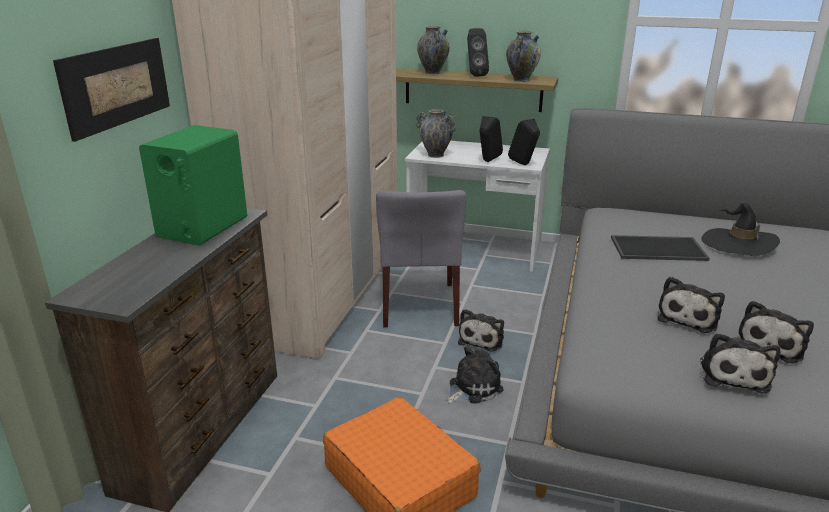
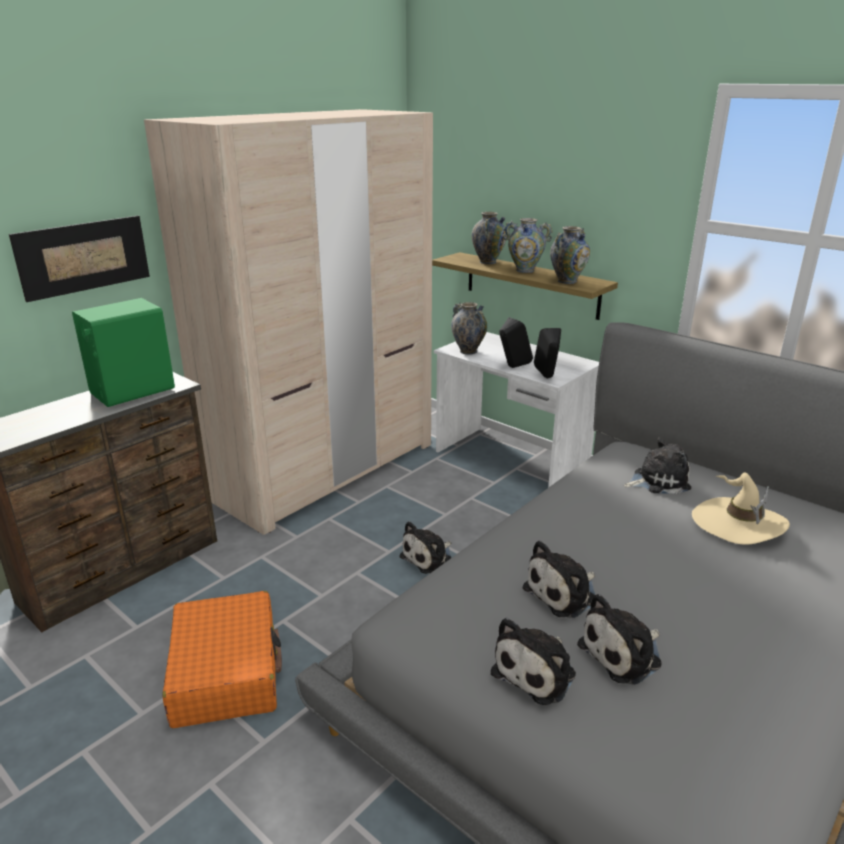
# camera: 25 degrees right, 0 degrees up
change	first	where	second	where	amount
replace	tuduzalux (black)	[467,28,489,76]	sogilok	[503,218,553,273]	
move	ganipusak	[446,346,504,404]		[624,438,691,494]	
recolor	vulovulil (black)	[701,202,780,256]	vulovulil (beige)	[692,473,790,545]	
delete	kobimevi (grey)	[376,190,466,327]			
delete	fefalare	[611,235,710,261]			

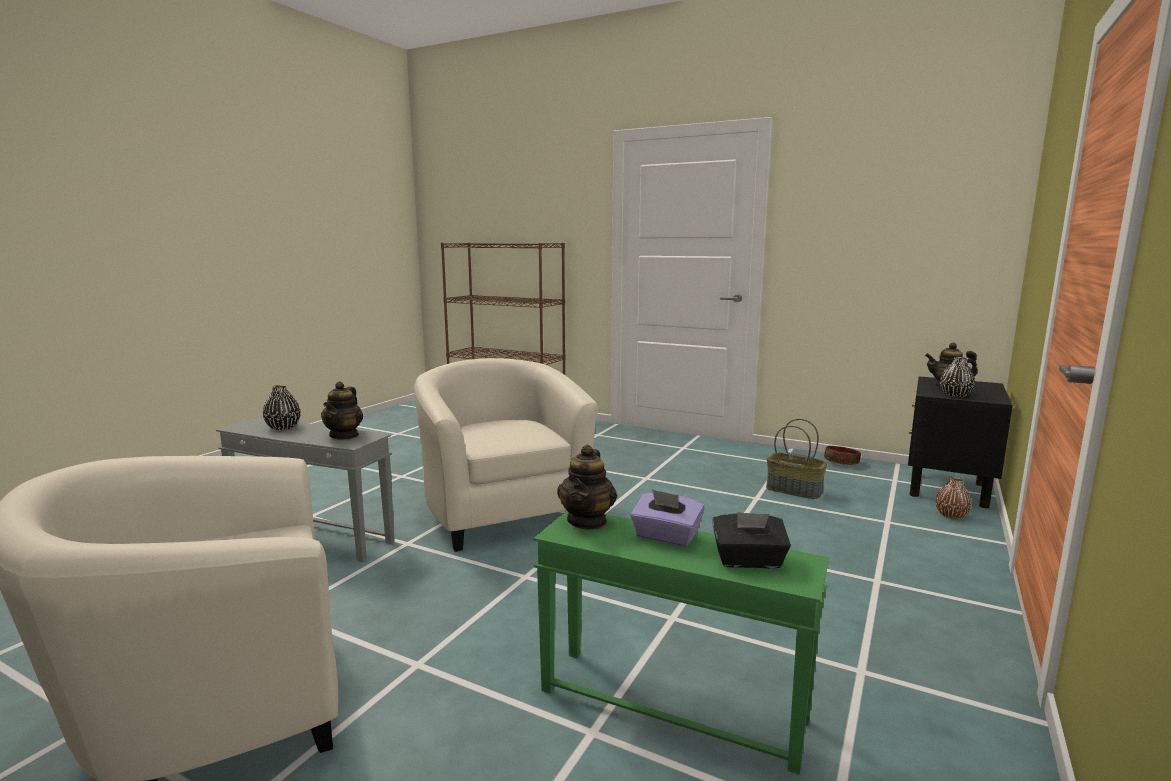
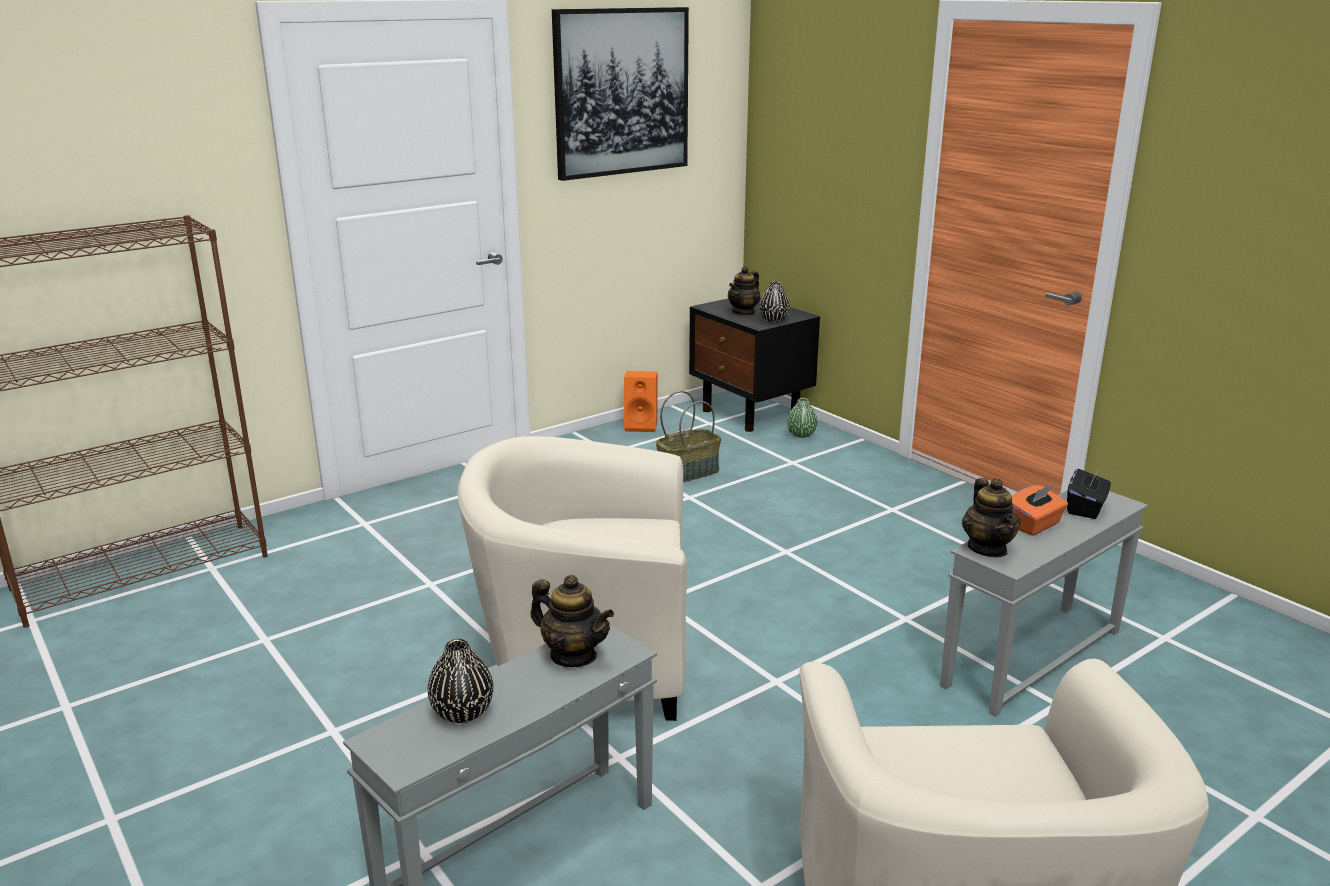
# camera: 65 degrees left, 10 degrees up
change	first	where	second	where	amount
insert			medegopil	[552,7,689,181]	
replace	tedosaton	[824,446,861,465]	tuduzalux (orange)	[624,371,658,432]	
recolor	sogilok (brown)	[935,477,971,519]	sogilok (green)	[787,398,818,438]	
recolor	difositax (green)	[533,511,829,775]	difositax (grey)	[940,490,1148,717]	
rotate	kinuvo	[557,445,617,530]		[962,478,1021,558]	45 degrees clockwise
recolor	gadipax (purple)	[630,489,704,547]	gadipax (orange)	[1012,484,1068,536]	

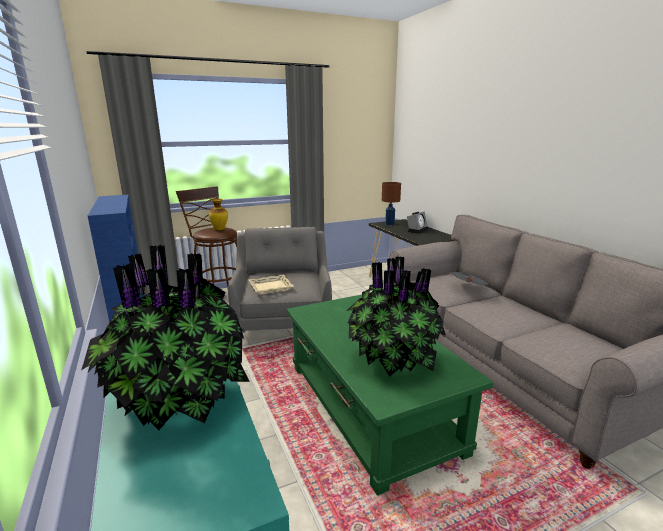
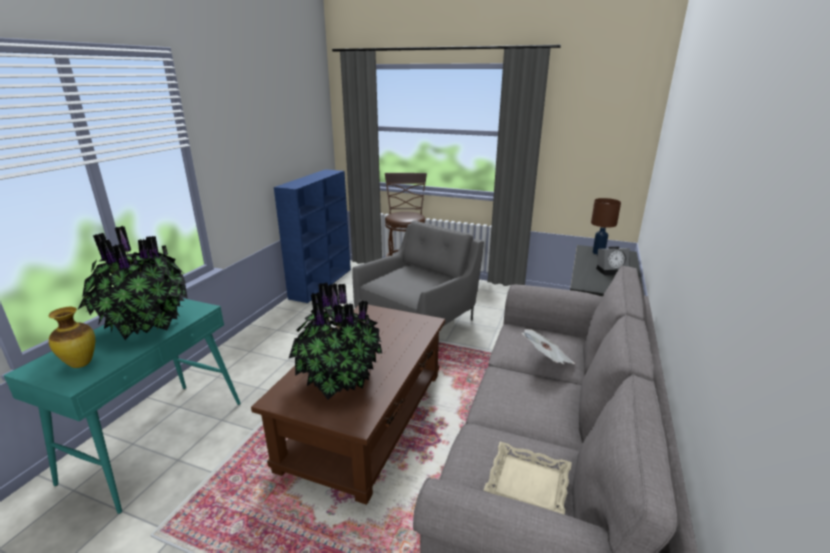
# camera: 45 degrees right, 5 degrees up
change	first	where	second	where	amount
move	sogilok	[209,199,228,230]		[49,307,95,368]	
recolor	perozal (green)	[286,293,493,496]	perozal (brown)	[251,305,445,505]	
move	fefalare (beige)	[249,275,294,295]		[484,442,572,515]	

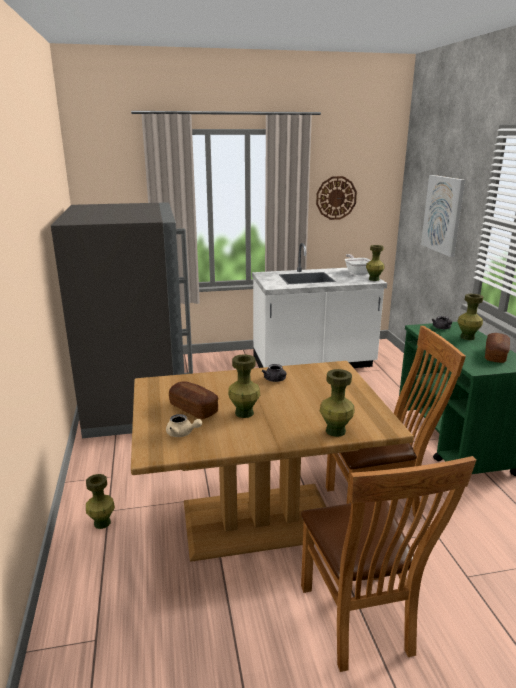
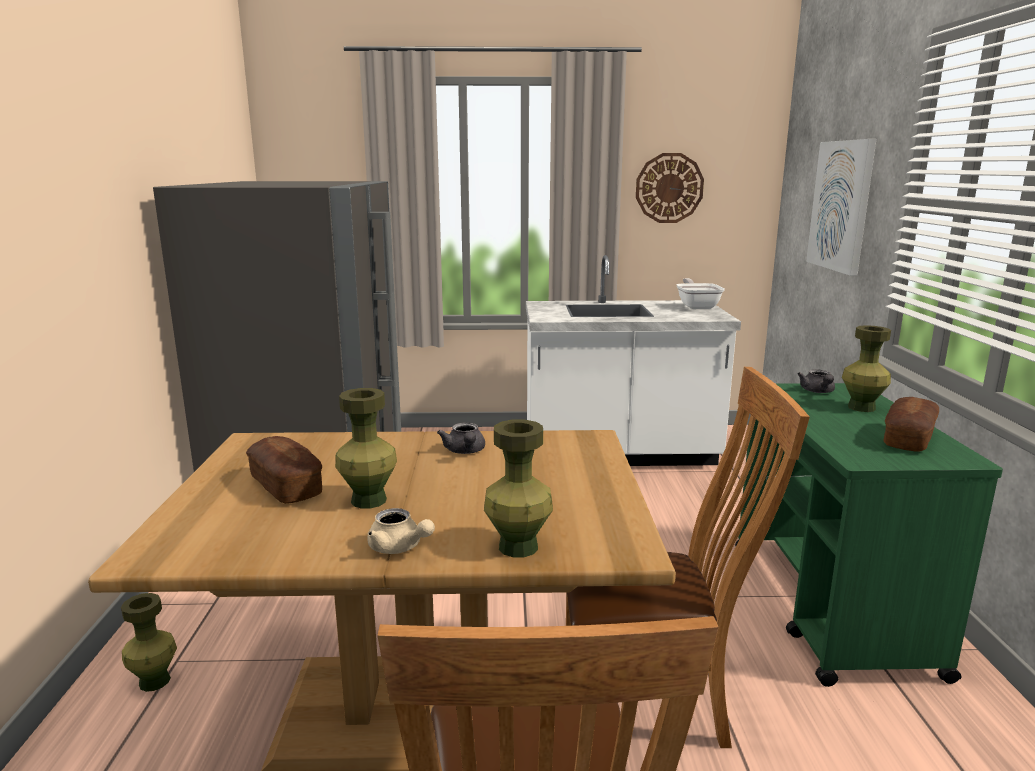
# camera: 10 degrees right, 5 degrees down
change	first	where	second	where	amount
move	kinuvo (beige)	[166,414,202,437]		[367,508,435,554]	
delete	sogilok (green)	[366,245,385,281]			

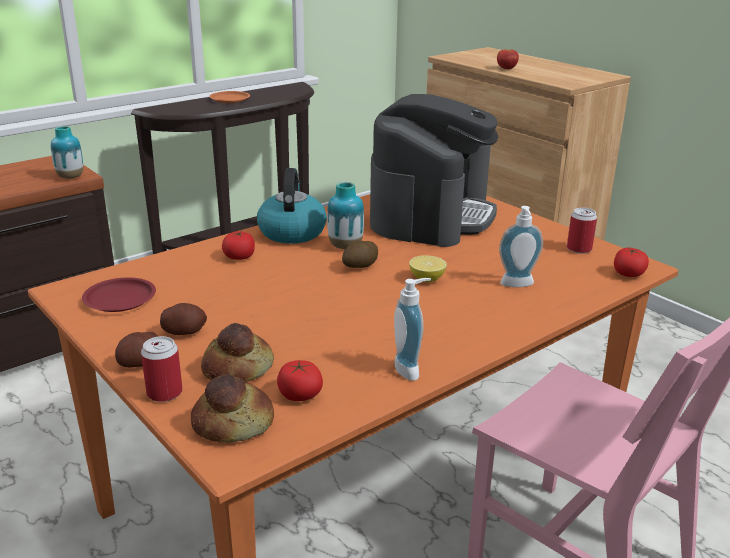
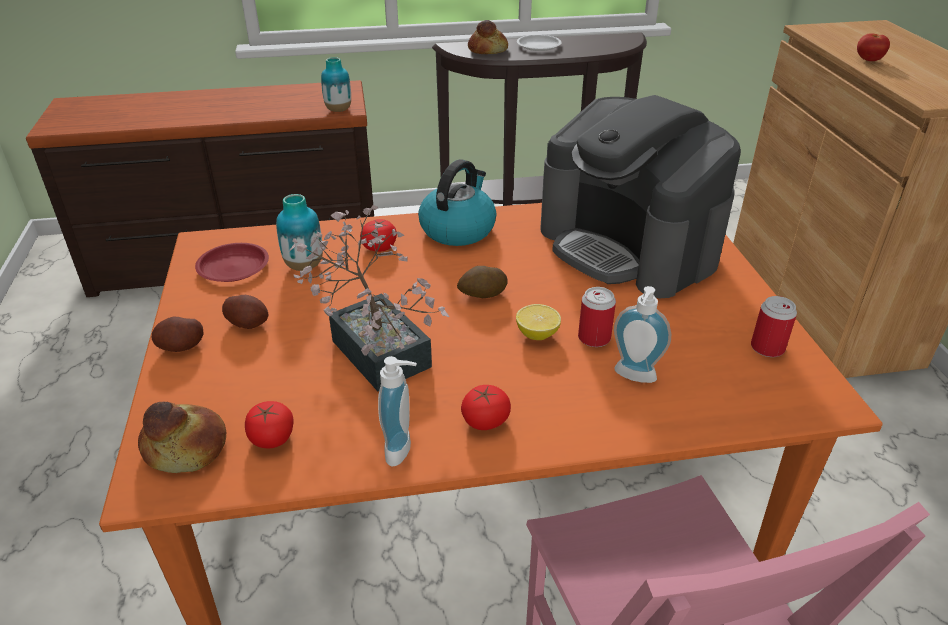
# camera: 30 degrees right, 10 degrees up
change	first	where	second	where	amount
move	sogilok	[327,182,364,249]		[276,194,323,271]	
insert			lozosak	[289,205,450,391]	
move	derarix	[614,248,649,277]		[461,385,511,430]	
move	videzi	[201,323,274,383]		[468,20,508,54]	
recolor	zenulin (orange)	[209,91,250,103]	zenulin (white)	[517,35,562,51]	
rotate	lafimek	[370,94,498,247]		[540,95,741,298]	90 degrees clockwise
move	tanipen	[141,336,183,402]		[578,287,616,347]	

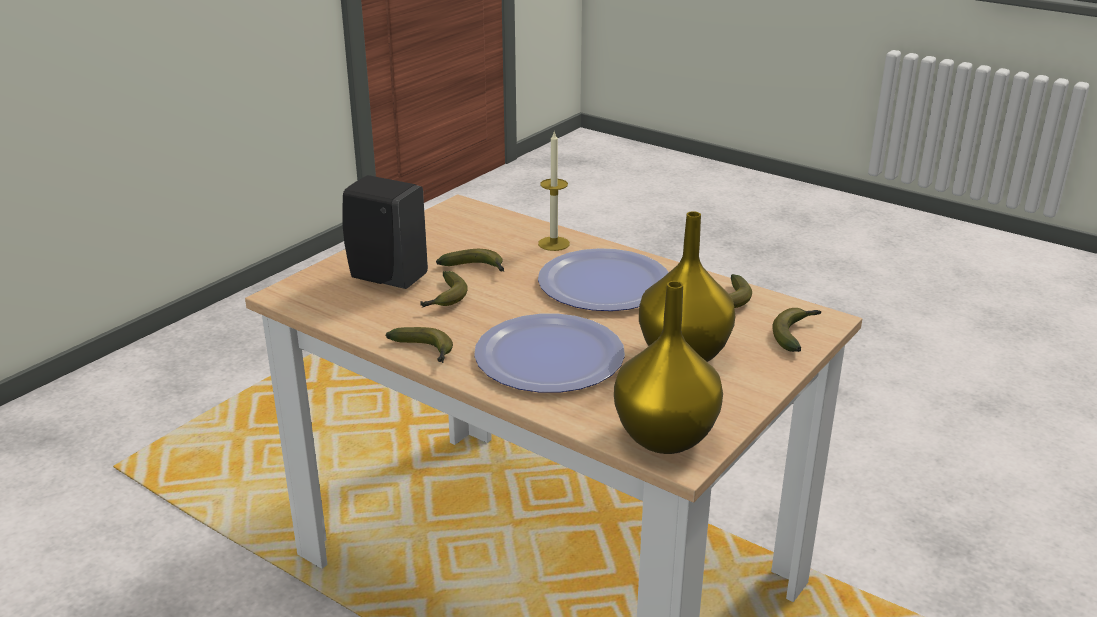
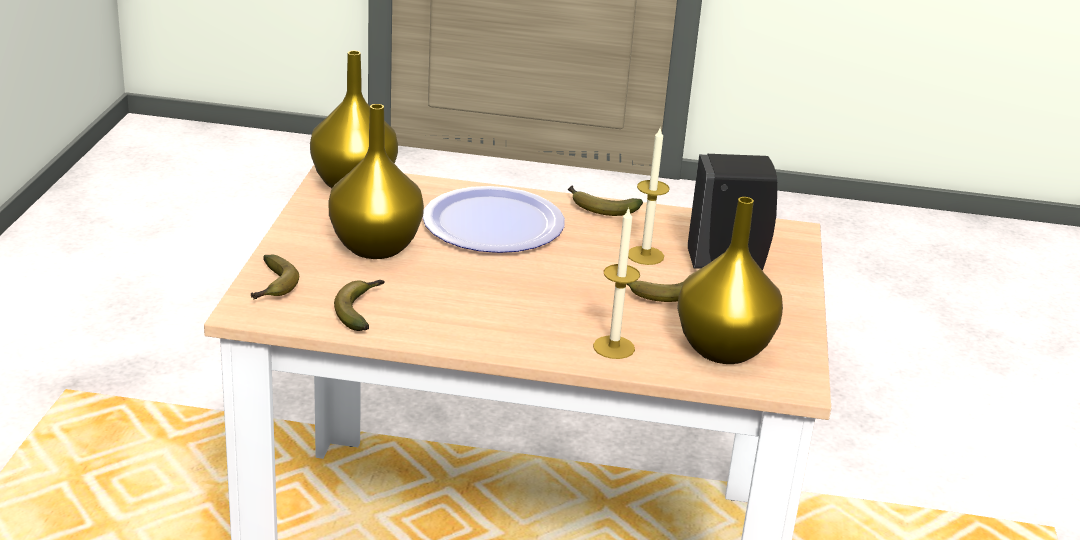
# camera: 150 degrees right, 0 degrees up
change	first	where	second	where	amount
replace	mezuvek	[420,271,468,307]	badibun	[628,126,670,265]	
insert			sogilok (yellow)	[677,197,783,364]	
delete	zenulin	[538,248,669,311]			

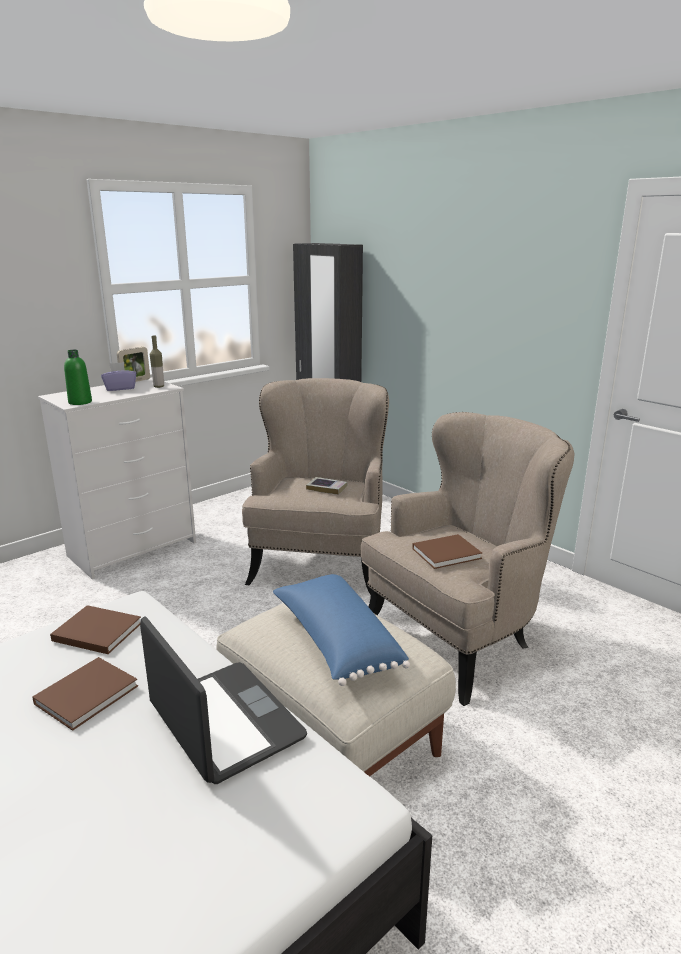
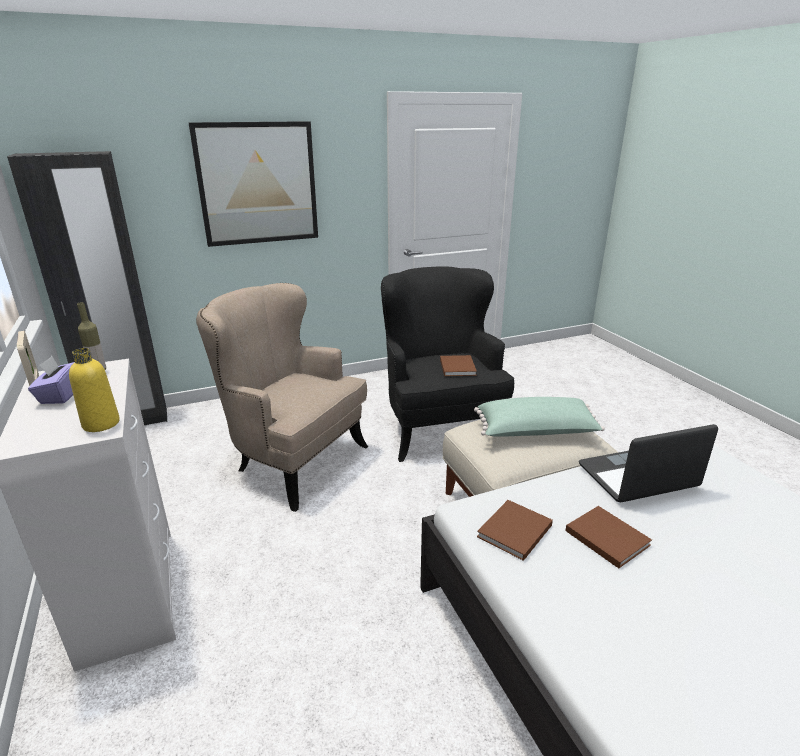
# camera: 70 degrees left, 5 degrees up
change	first	where	second	where	amount
recolor	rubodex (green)	[64,350,92,405]	rubodex (yellow)	[69,348,120,432]	
insert			medegopil	[189,121,318,247]	
recolor	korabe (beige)	[361,412,575,706]	korabe (black)	[381,266,514,462]	
recolor	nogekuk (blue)	[273,574,410,686]	nogekuk (green)	[474,397,605,437]	
delete	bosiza	[306,477,348,495]			

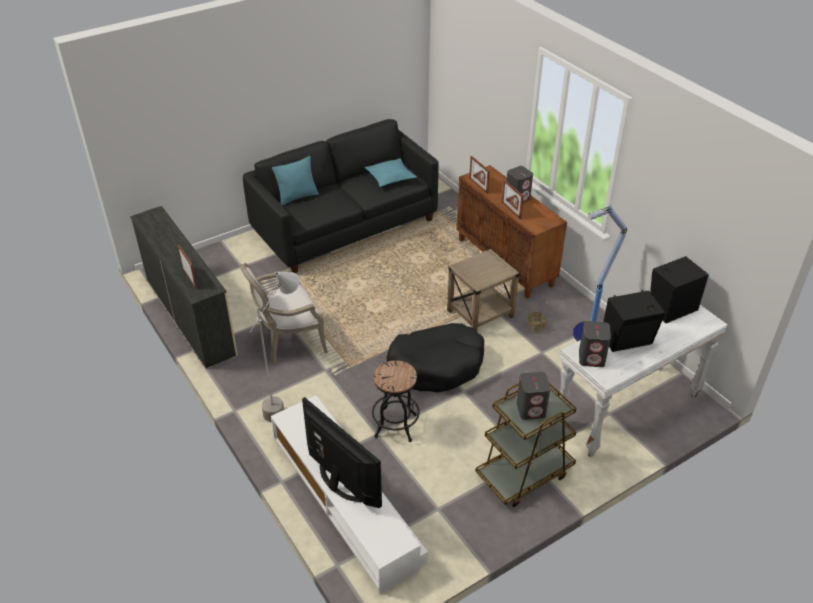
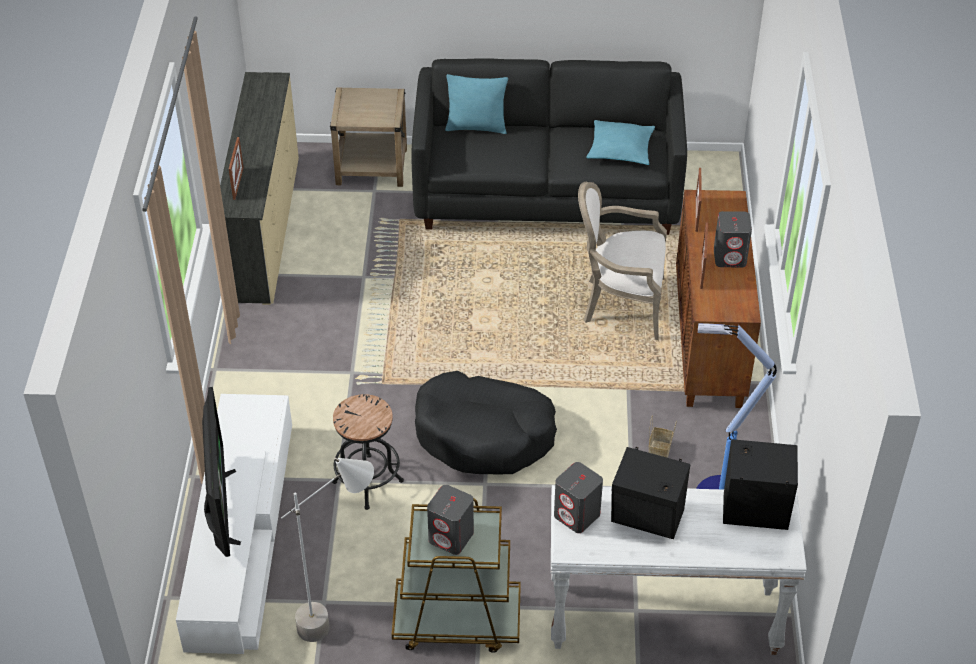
# camera: 35 degrees right, 5 degrees up
change	first	where	second	where	amount
move	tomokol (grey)	[250,272,300,422]		[281,458,374,642]	
move	difositax (beige)	[447,249,520,332]		[330,87,407,187]	
move	korabe	[240,263,328,364]		[578,182,667,340]	

